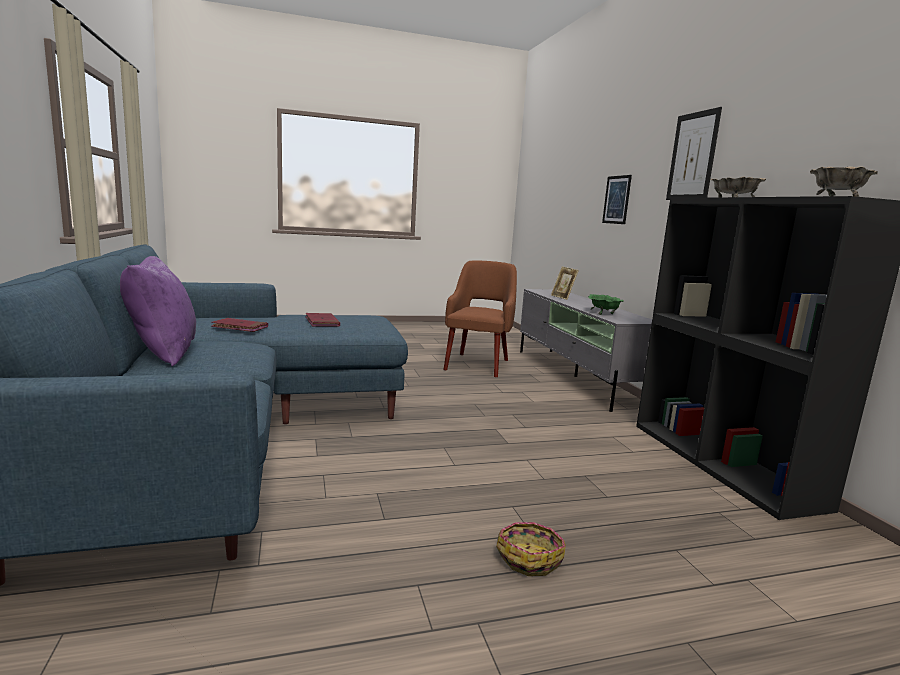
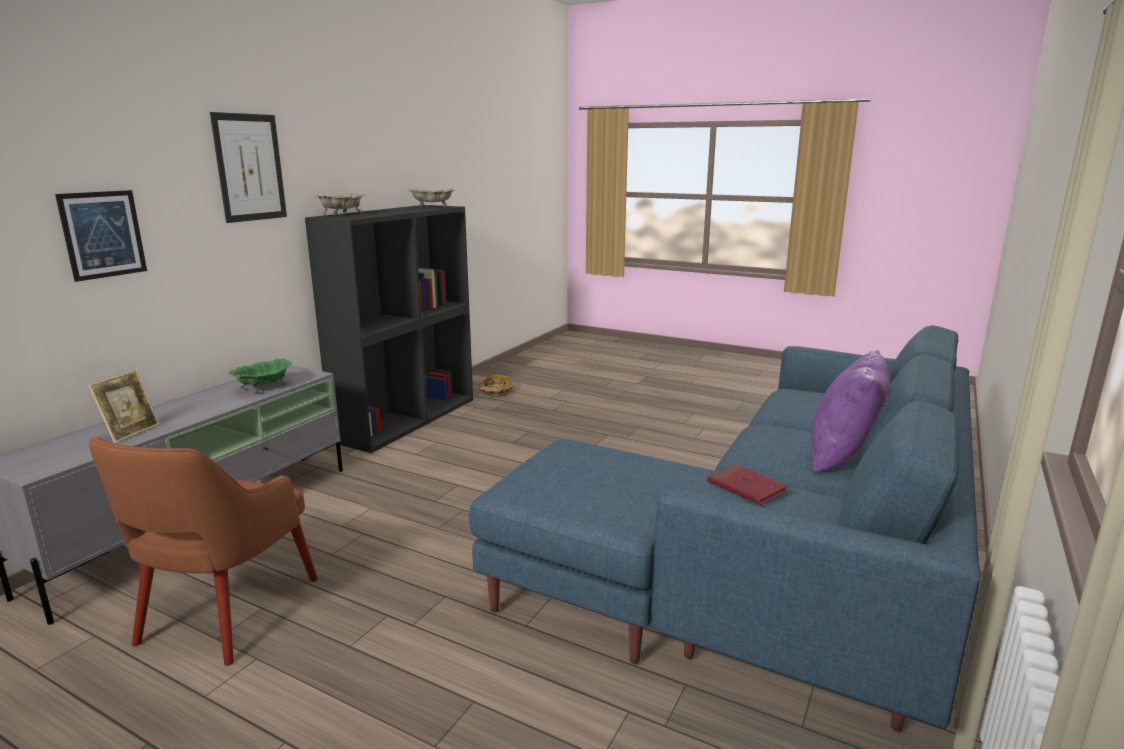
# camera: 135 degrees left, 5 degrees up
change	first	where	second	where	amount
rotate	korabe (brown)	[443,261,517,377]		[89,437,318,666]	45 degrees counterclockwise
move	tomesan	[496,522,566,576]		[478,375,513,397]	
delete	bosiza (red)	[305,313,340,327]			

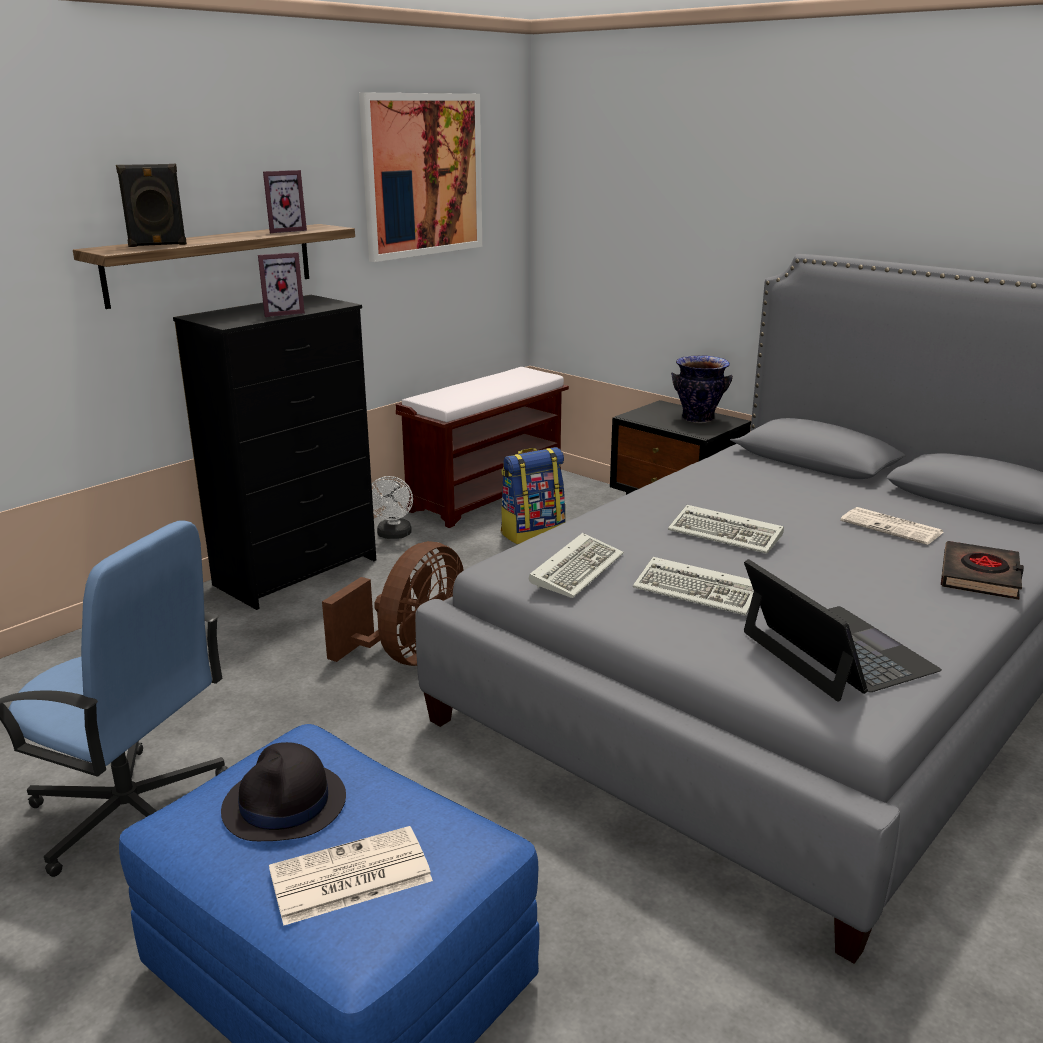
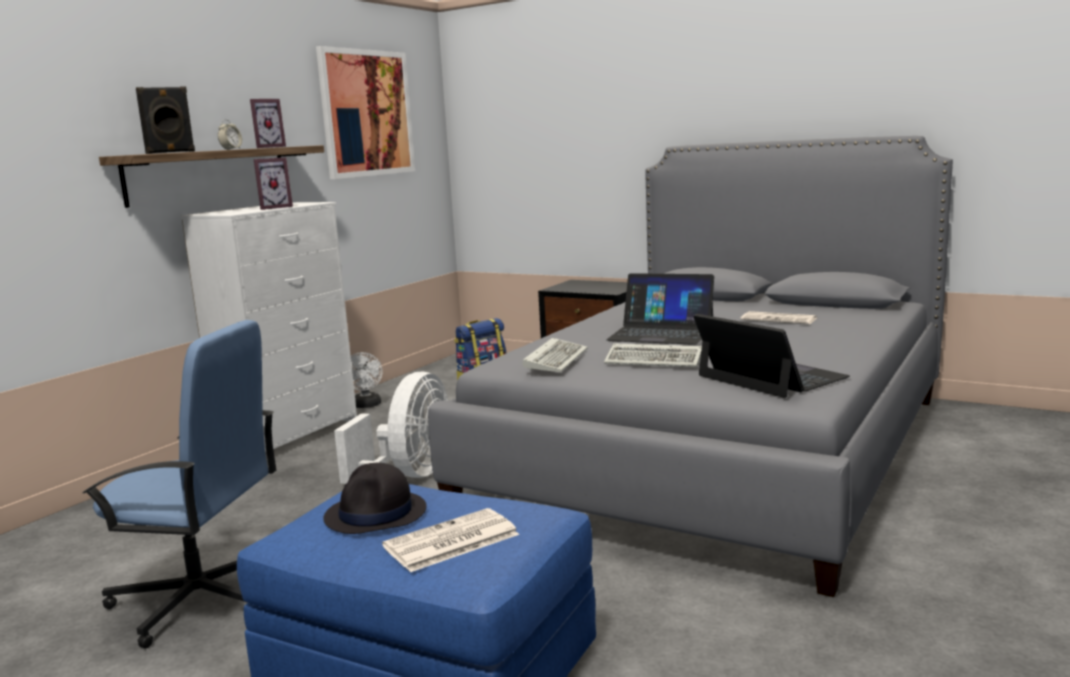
# camera: 10 degrees left, 10 degrees down
change	first	where	second	where	amount
recolor	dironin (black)	[173,295,376,610]	dironin (white)	[181,202,357,452]	
insert			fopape	[218,119,242,150]	
recolor	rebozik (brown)	[322,541,464,666]	rebozik (white)	[334,372,448,484]	
replace	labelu	[668,505,784,554]	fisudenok	[606,273,714,345]	
delete	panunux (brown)	[396,367,569,528]			
delete	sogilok	[671,356,733,423]			
delete	bosiza (black)	[941,541,1024,600]			

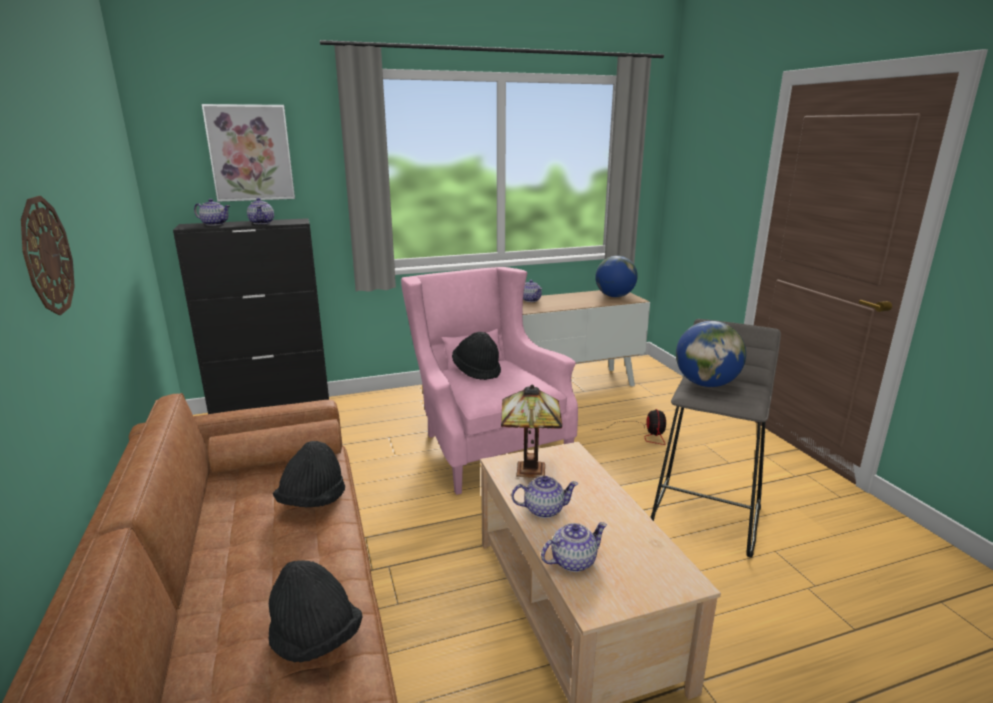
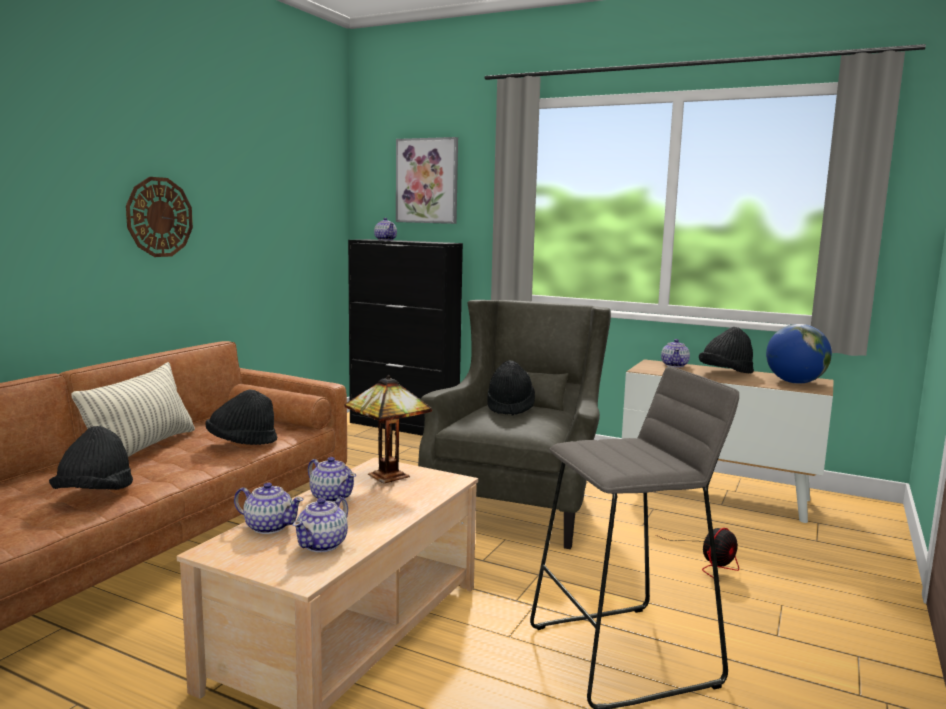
# camera: 45 degrees right, 10 degrees down
change	first	where	second	where	amount
insert			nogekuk	[71,362,195,457]	
move	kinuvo	[247,198,274,224]		[293,497,348,552]	
recolor	korabe (pink)	[401,267,578,495]	korabe (grey)	[418,300,611,549]	
insert			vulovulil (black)	[699,327,754,374]	
delete	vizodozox	[676,321,746,387]			

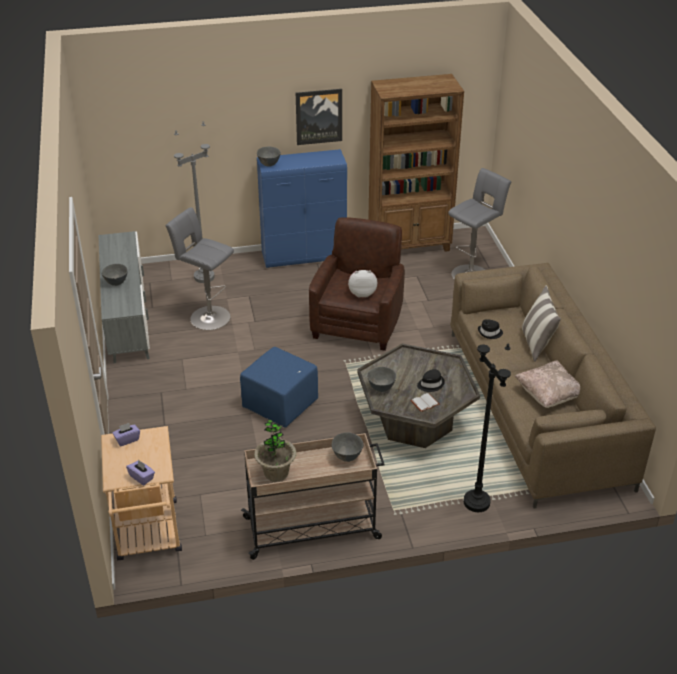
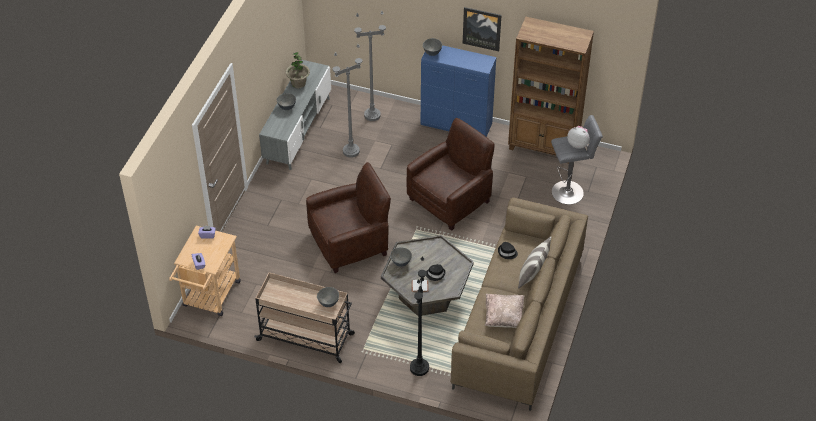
# camera: 30 degrees right, 10 degrees up
change	first	where	second	where	amount
move	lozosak	[254,420,297,482]		[286,52,310,88]	
replace	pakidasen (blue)	[240,347,318,428]	korabe (brown)	[306,162,391,273]	
replace	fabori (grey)	[165,207,234,330]	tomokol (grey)	[333,44,362,158]	
move	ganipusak	[348,270,377,298]		[567,126,590,149]	

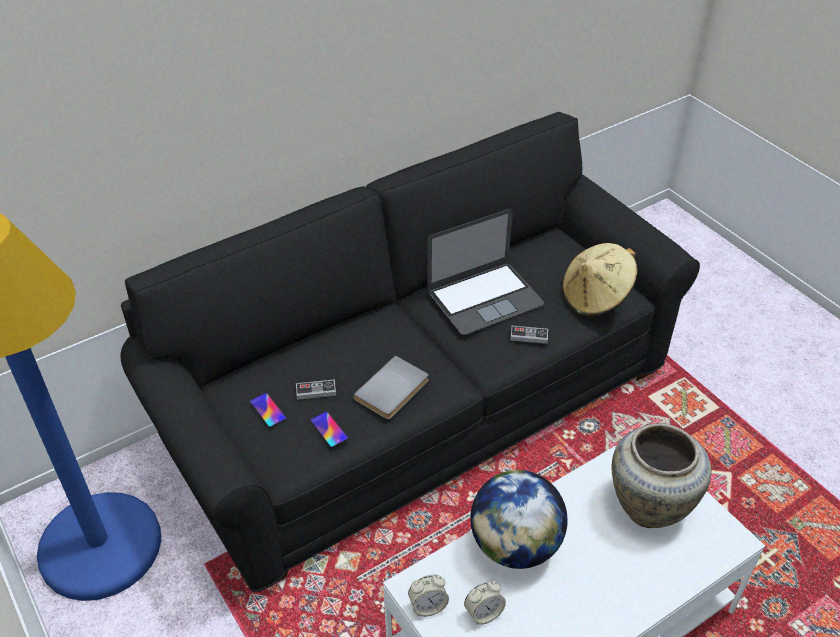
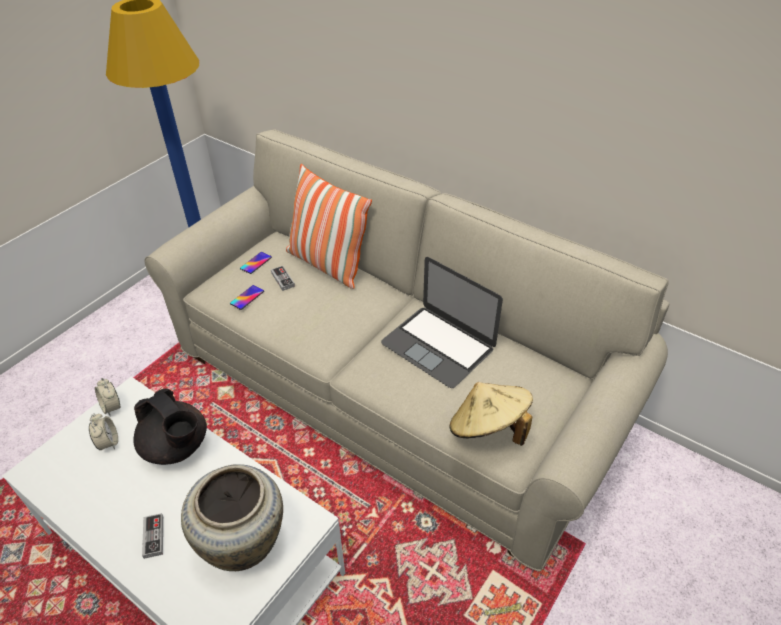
# camera: 70 degrees right, 0 degrees up
change	first	where	second	where	amount
rotate	fopape	[464,580,506,625]		[89,414,118,450]	150 degrees counterclockwise
replace	vizodozox	[470,470,568,569]	kinuvo (black)	[133,389,207,465]	
move	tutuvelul	[510,326,548,344]		[142,513,163,559]	
recolor	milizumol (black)	[120,112,700,592]	milizumol (beige)	[144,129,669,572]	
insert			nogekuk	[286,164,372,289]	
delete	bosiza (grey)	[353,356,428,419]			

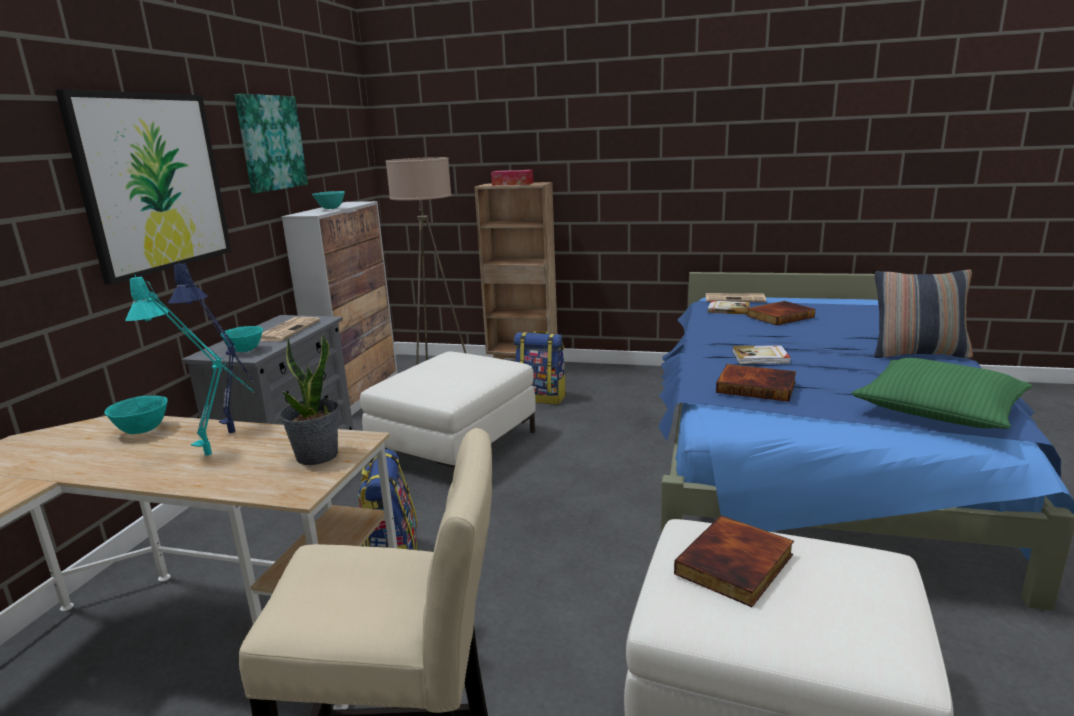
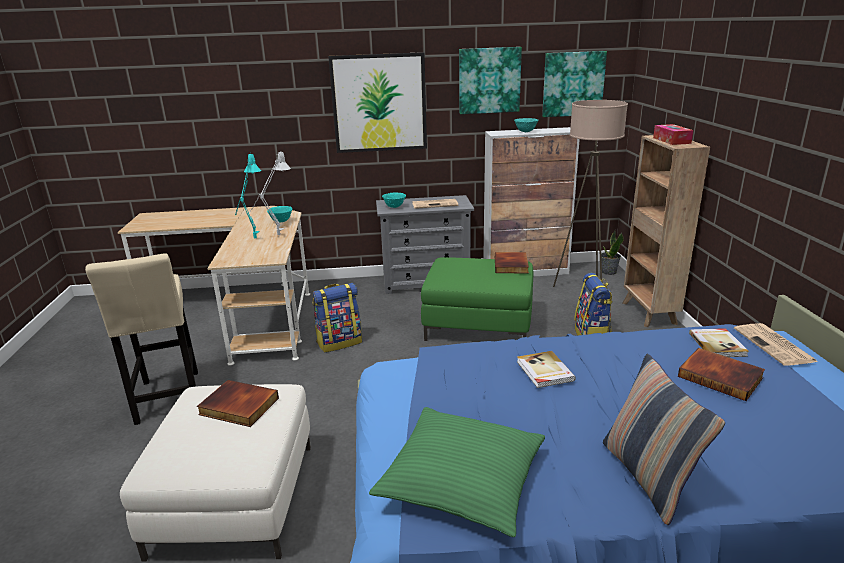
# camera: 70 degrees right, 5 degrees up
change	first	where	second	where	amount
recolor	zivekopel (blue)	[168,261,253,433]	zivekopel (grey)	[250,152,291,235]	
recolor	pakidasen (white)	[360,351,536,469]	pakidasen (green)	[421,257,533,341]	
move	bosiza	[716,364,796,402]		[495,252,529,273]	
insert			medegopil	[542,51,607,117]	
move	lozosak	[279,333,339,465]		[601,231,624,275]	

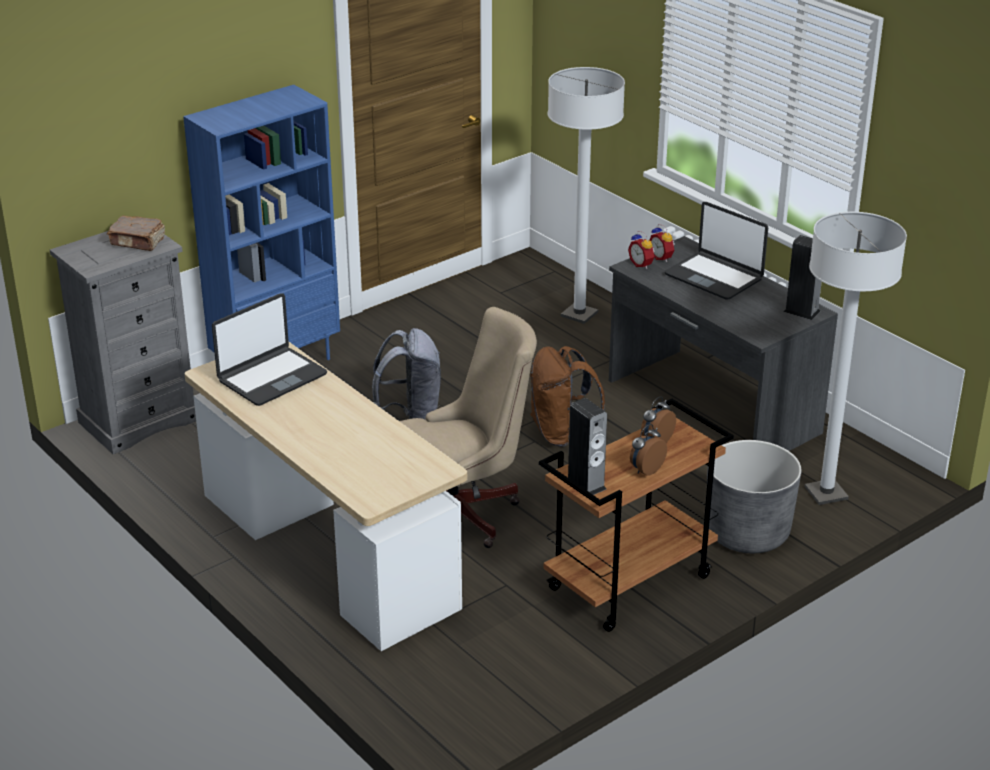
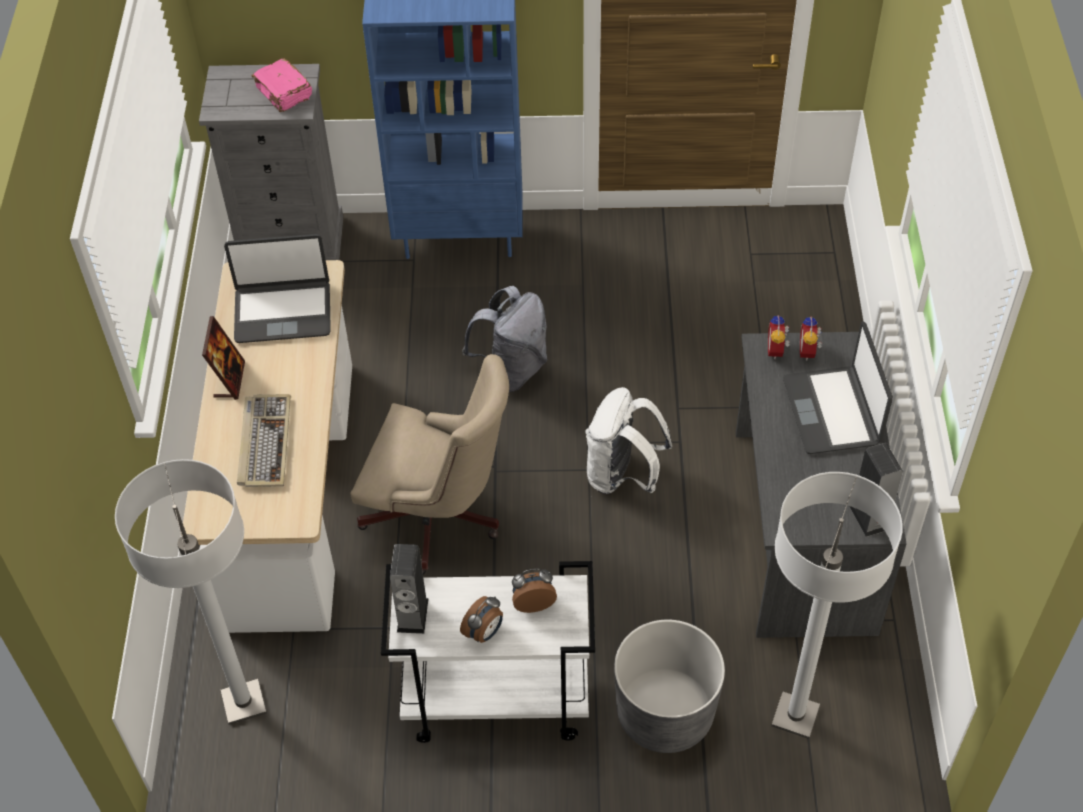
# camera: 40 degrees right, 20 degrees up
change	first	where	second	where	amount
move	tomokol (white)	[548,67,625,324]		[115,459,267,725]	
insert			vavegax	[202,316,245,400]	
insert			labelu	[237,394,291,487]	
recolor	bosiza (brown)	[107,216,165,251]	bosiza (pink)	[252,59,312,112]	
recolor	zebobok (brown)	[539,399,734,632]	zebobok (white)	[381,561,595,743]	
rotate	fopape	[630,424,667,476]		[460,596,503,643]	135 degrees clockwise
recolor	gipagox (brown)	[530,346,605,447]	gipagox (white)	[585,387,672,494]	

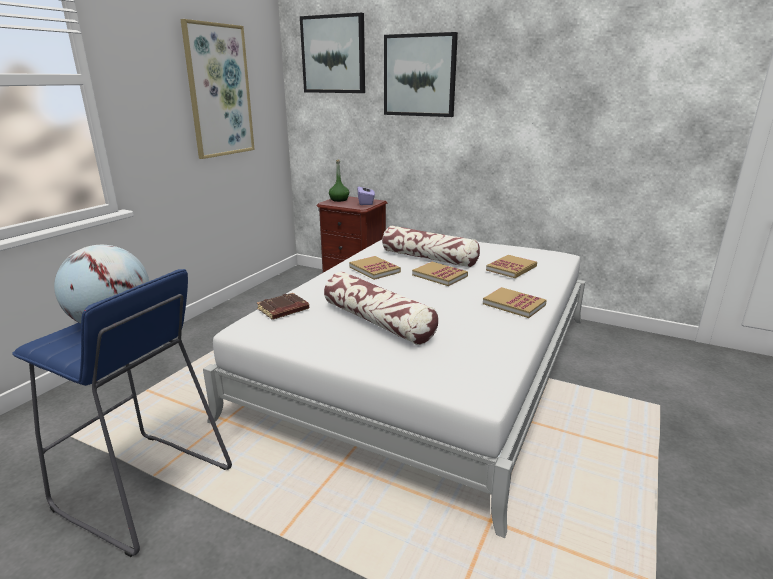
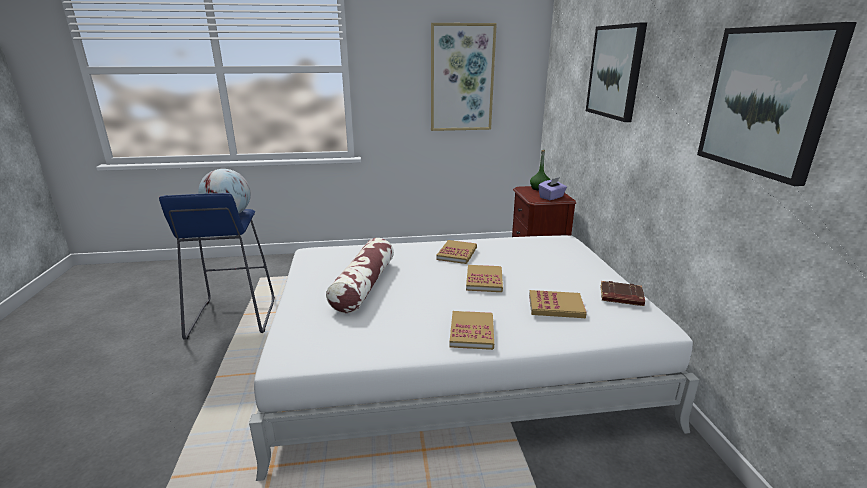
# camera: 55 degrees right, 0 degrees up
change	first	where	second	where	amount
move	bosiza (brown)	[257,293,309,320]		[600,281,645,306]	
move	medegopil	[300,13,365,93]		[697,22,857,186]	
delete	nogekuk	[382,226,480,268]			

